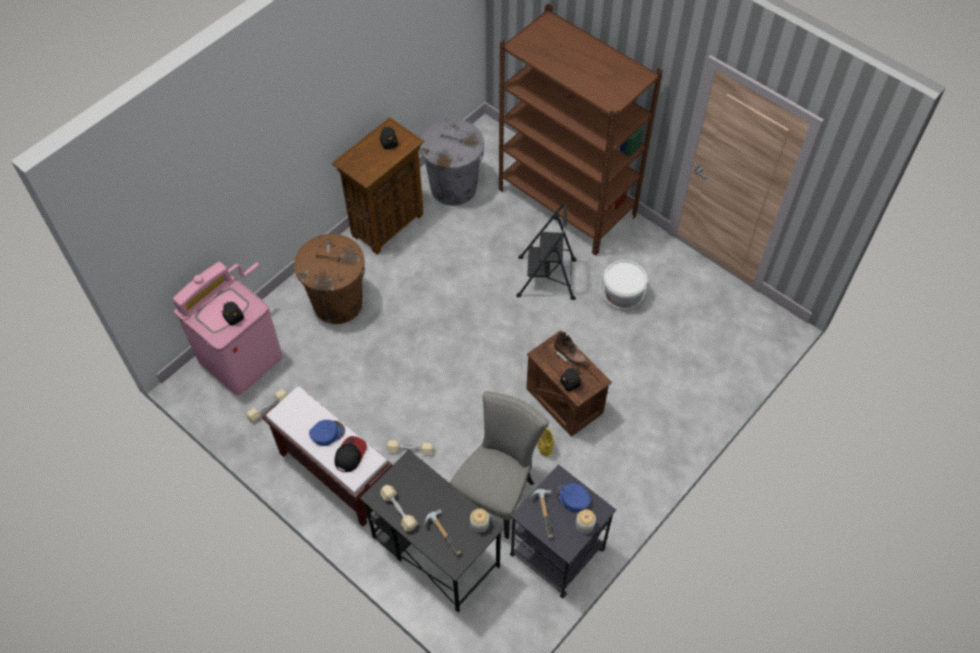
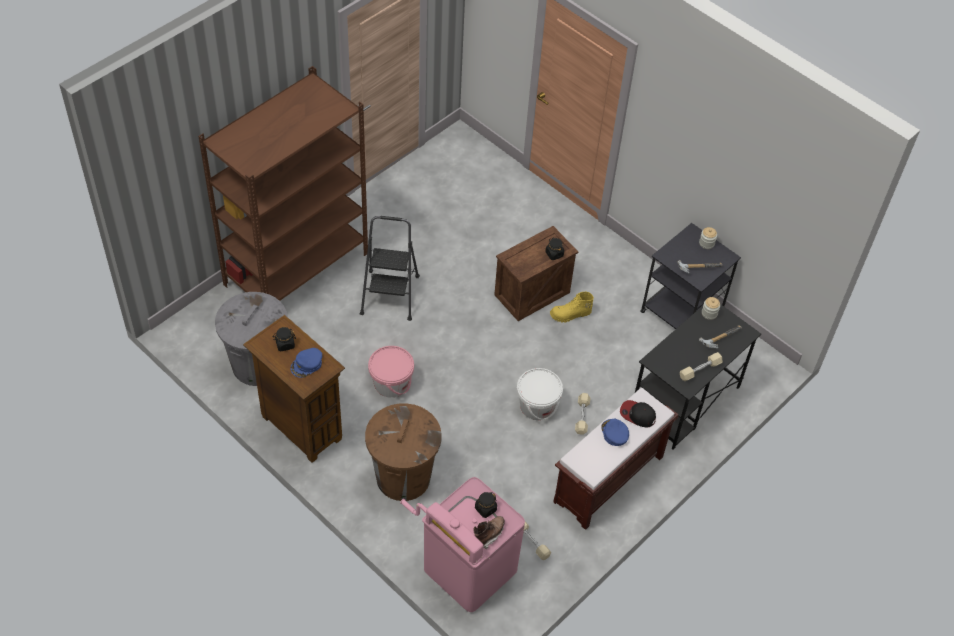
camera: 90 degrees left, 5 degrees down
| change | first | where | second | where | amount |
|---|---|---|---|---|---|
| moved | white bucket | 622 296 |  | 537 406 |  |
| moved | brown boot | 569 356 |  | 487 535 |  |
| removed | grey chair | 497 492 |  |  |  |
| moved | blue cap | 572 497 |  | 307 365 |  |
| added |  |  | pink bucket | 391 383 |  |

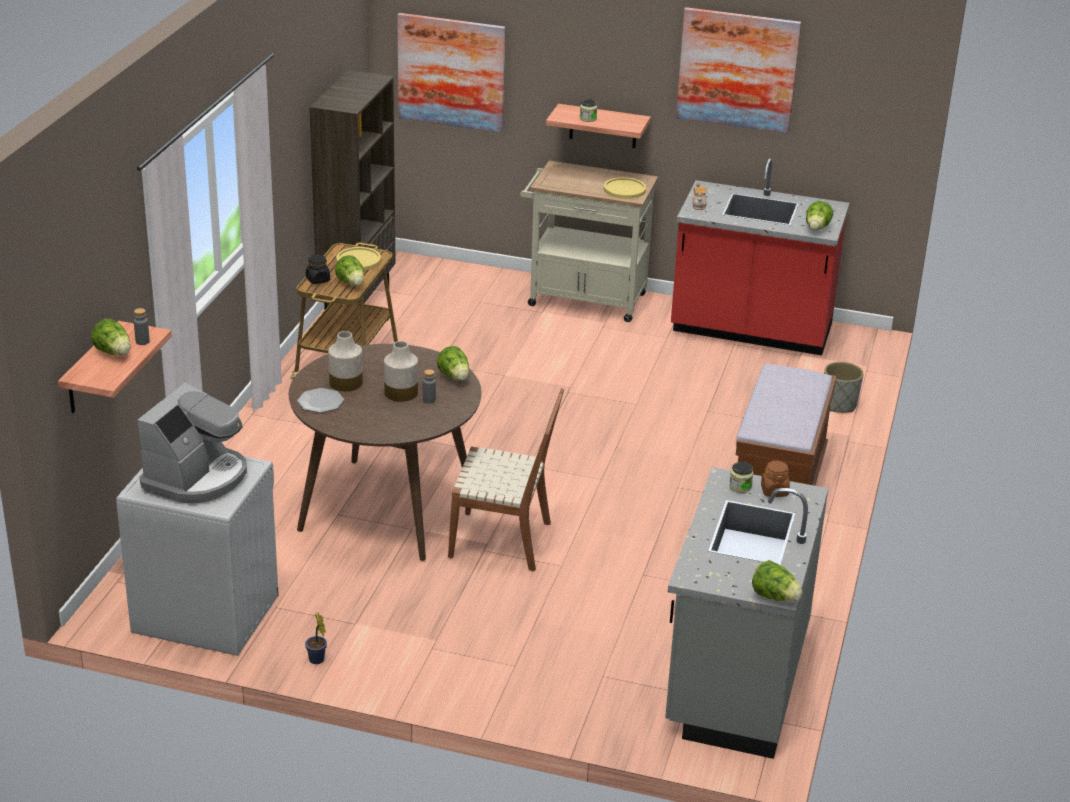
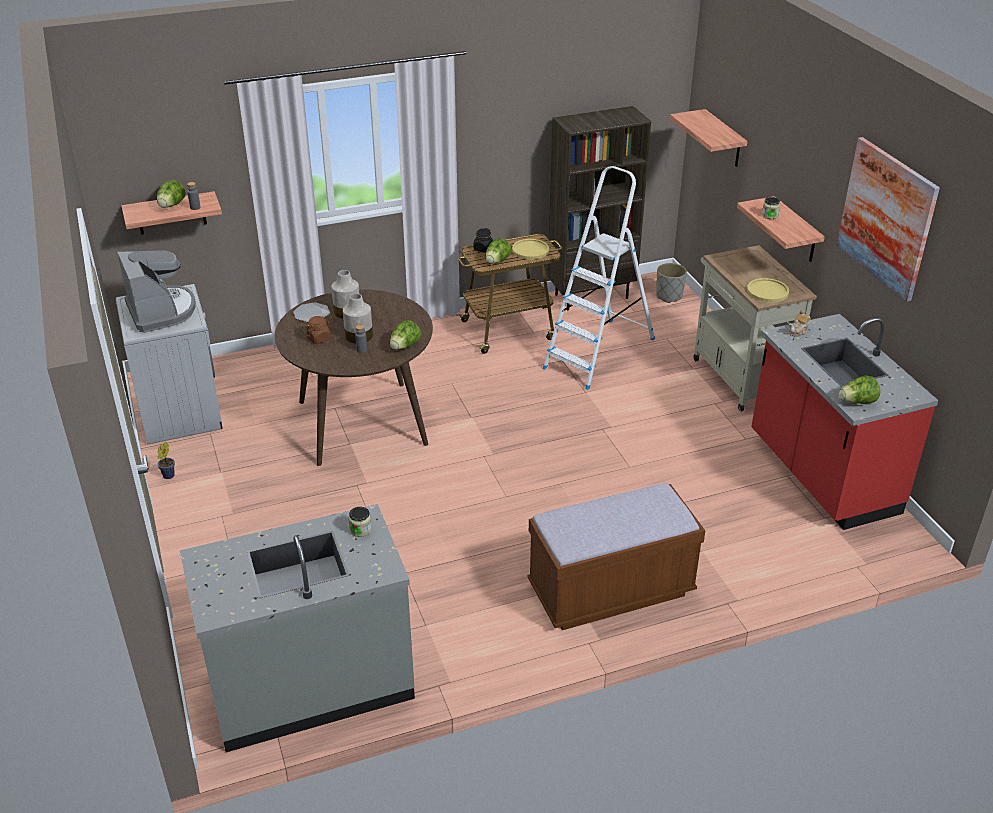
camera: 55 degrees right, 5 degrees up
| change | first | where | second | where | amount |
|---|---|---|---|---|---|
| replaced | picture | 451 72 | shelf | 724 139 |  |
| moved | grey planter | 839 405 |  | 669 296 |  |
| turned | coffee machine | 197 477 |  | 161 311 | 105 degrees counterclockwise |
| removed | chair | 505 542 |  |  |  |
| moved | brown jar | 774 491 |  | 319 339 |  |
| removed | lettuce | 775 597 |  |  |  |
| added |  |  | white step ladder | 599 353 |  |

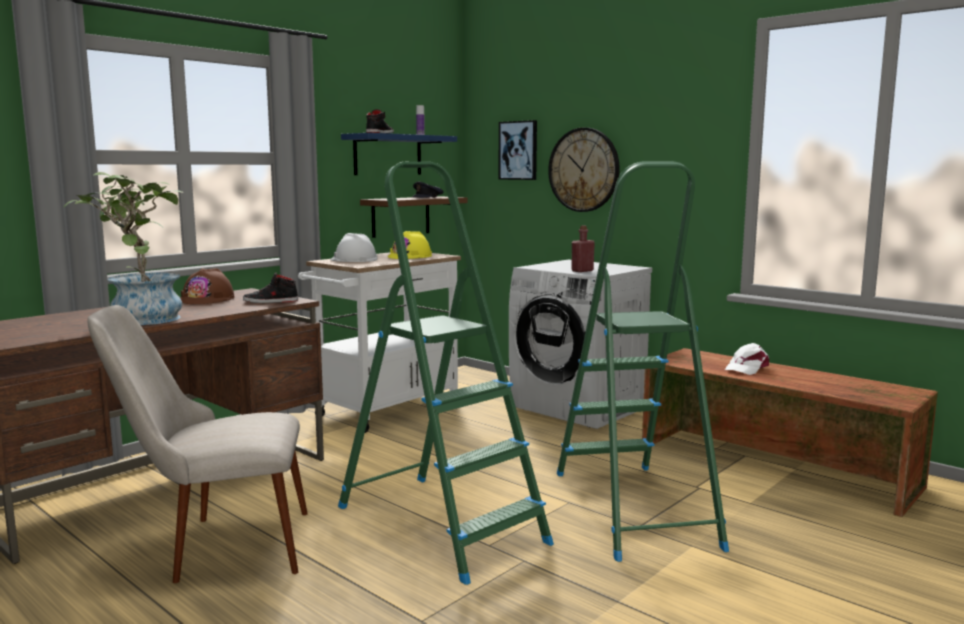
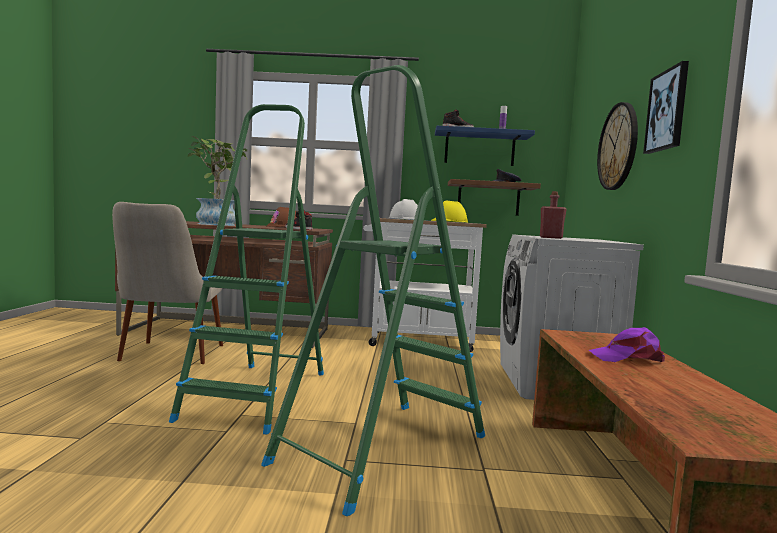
camera: 50 degrees right, 5 degrees down
| change | first | where | second | where | amount |
|---|---|---|---|---|---|
| moved | picture | 518 150 |  | 667 110 |  |
| turned | beige chair | 216 547 |  | 167 357 | 135 degrees counterclockwise |
| recoloured | white cap | 746 368 | purple cap | 627 358 |  |

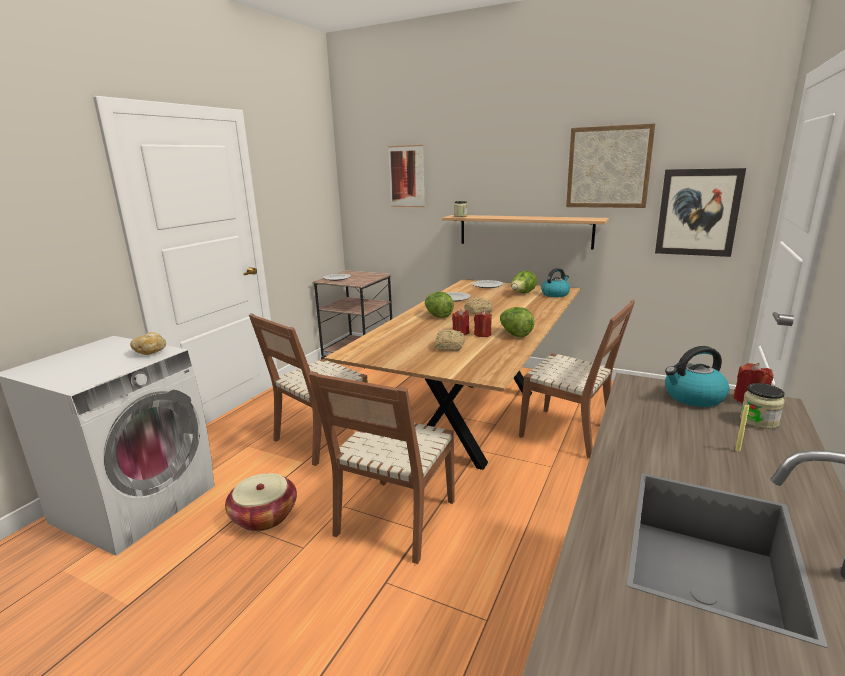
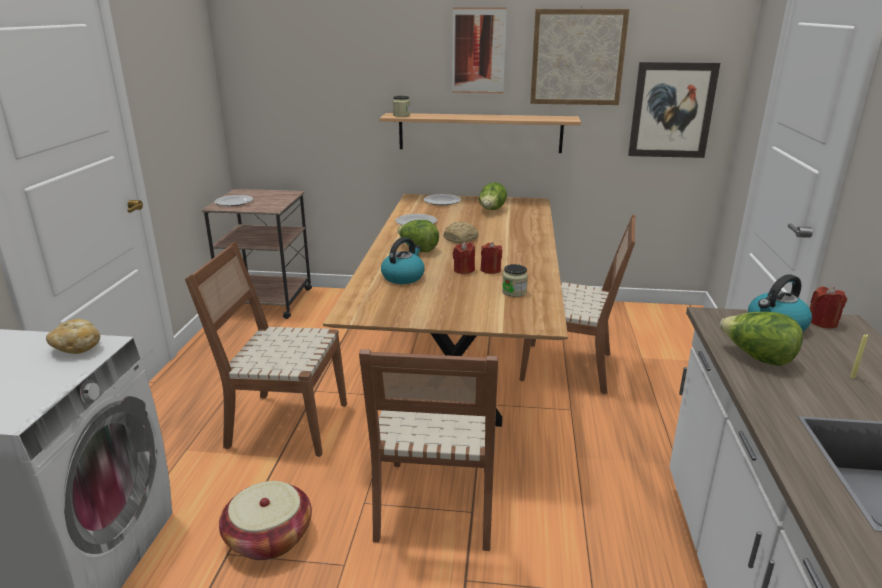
camera: 20 degrees left, 5 degrees up
| change | first | where | second | where | amount |
|---|---|---|---|---|---|
| moved | picture | 407 176 |  | 478 51 |  |
| moved | kettle | 555 294 |  | 403 277 |  |
| moved | lettuce | 515 334 |  | 756 358 |  |
| turned | chair | 319 440 |  | 283 424 | 75 degrees clockwise |
| removed | bread | 449 347 |  |  |  |
| moved | jar | 759 421 |  | 514 292 |  |

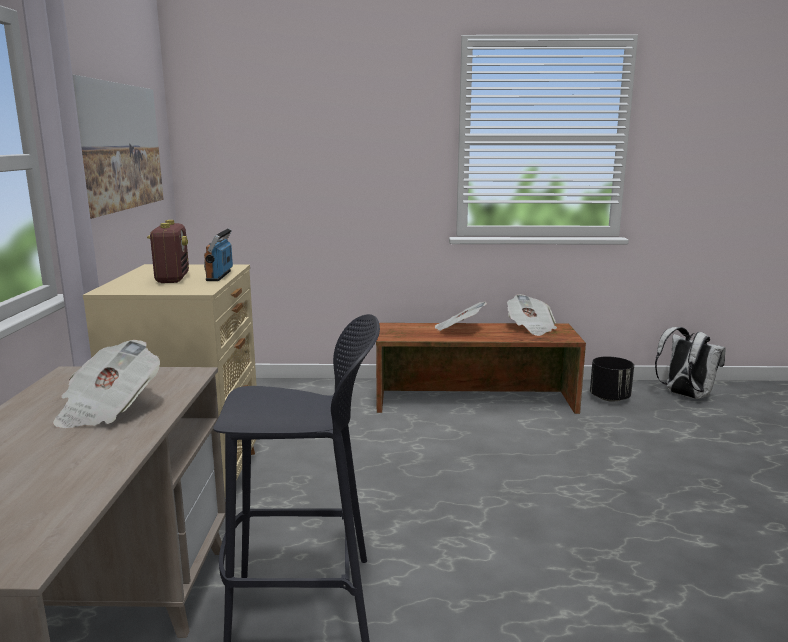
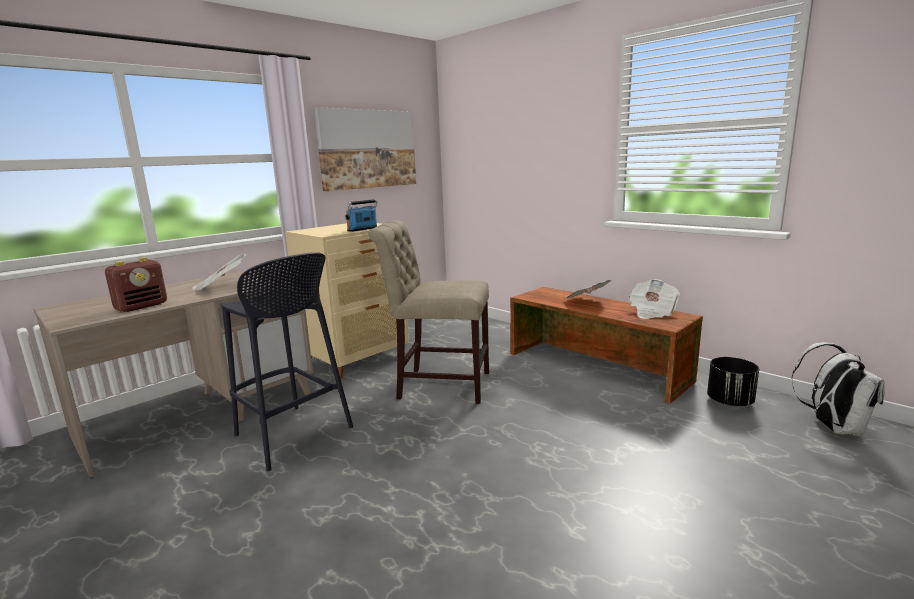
camera: 45 degrees right, 0 degrees up
| change | first | where | second | where | amount |
|---|---|---|---|---|---|
| moved | radio | 172 278 |  | 142 306 |  |
| added |  |  | beige chair | 438 384 |  |

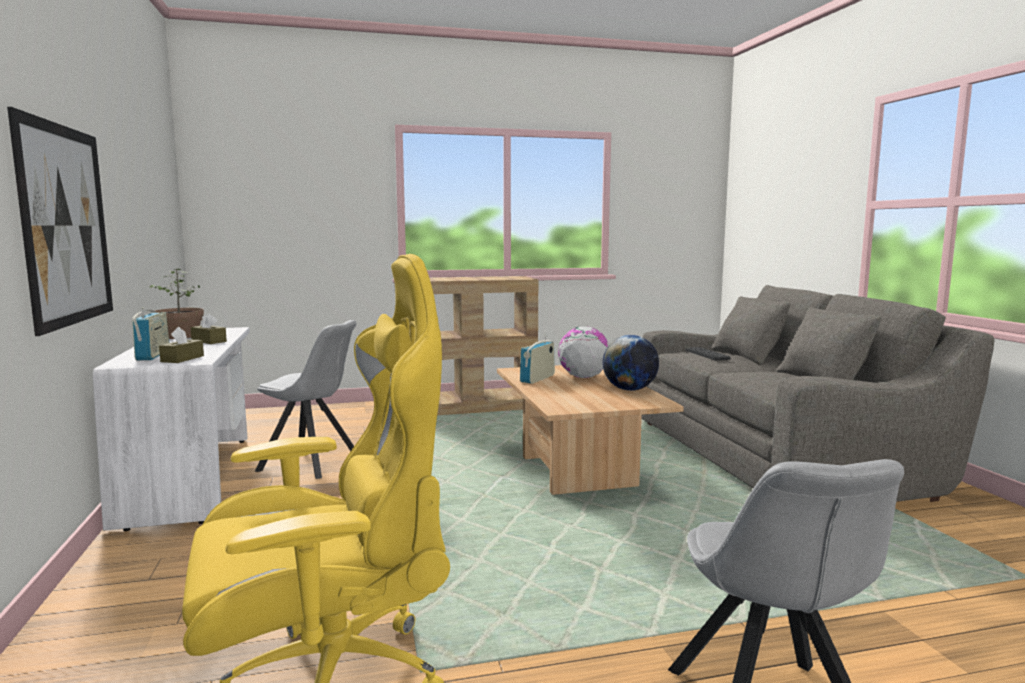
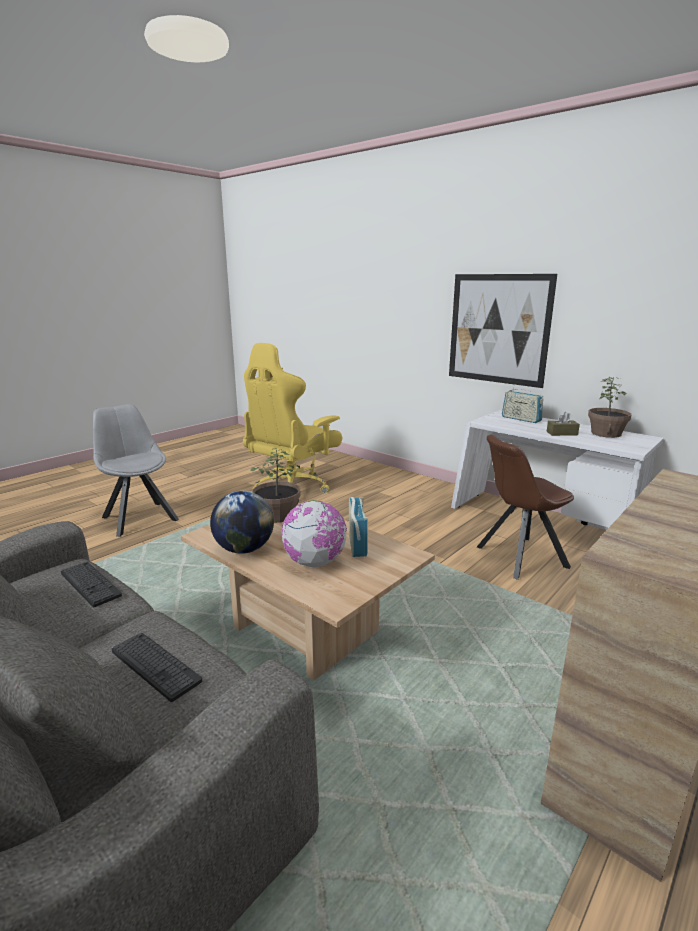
camera: 145 degrees right, 10 degrees up
| change | first | where | second | where | amount |
|---|---|---|---|---|---|
| recoloured | grey chair | 311 462 | brown chair | 519 557 |  |
| removed | brown tissue box | 182 359 |  |  |  |
| added |  |  | potted plant | 277 515 |  |
| added |  |  | keyboard | 90 584 |  |

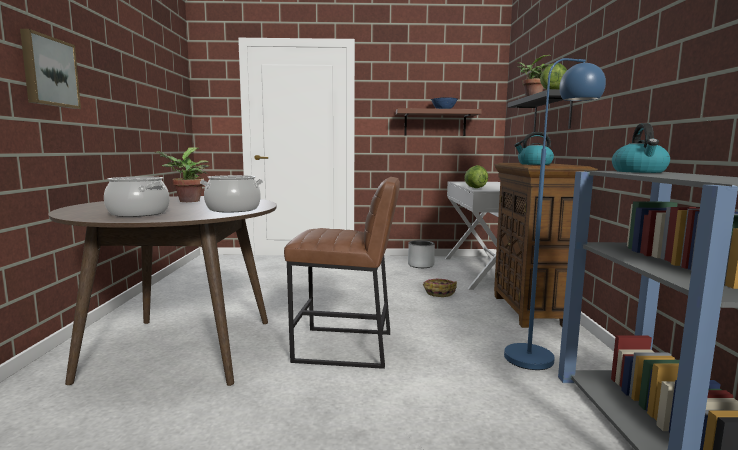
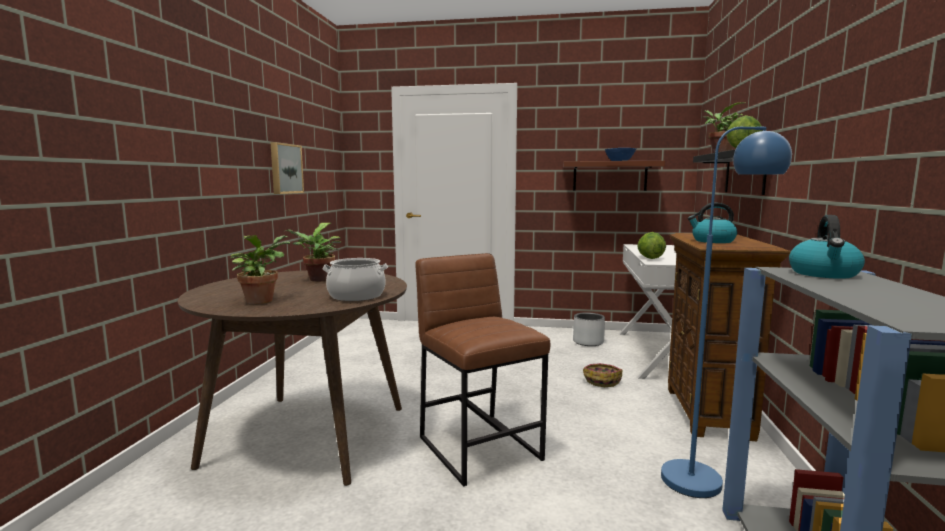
camera: 10 degrees right, 0 degrees up
| change | first | where | second | where | amount |
|---|---|---|---|---|---|
| moved | picture | 48 72 |  | 285 168 |  |
| replaced | cooking pot | 139 213 | potted plant | 261 300 |  |
| turned | brown chair | 346 347 |  | 478 447 | 135 degrees counterclockwise |

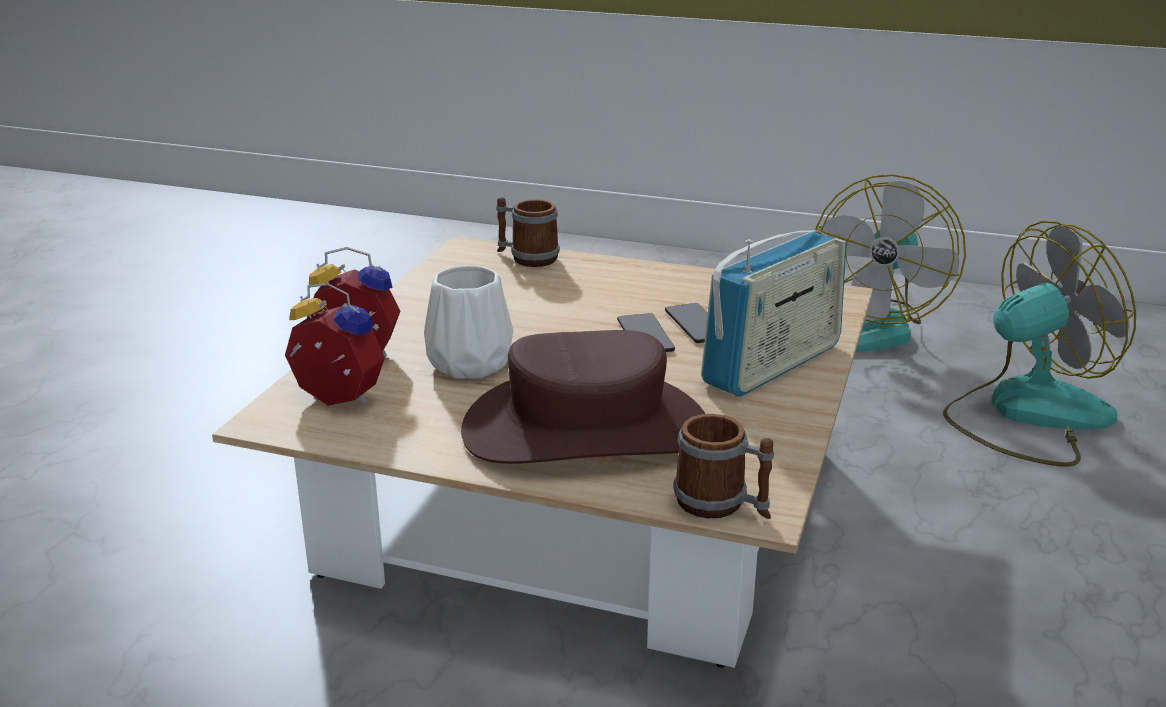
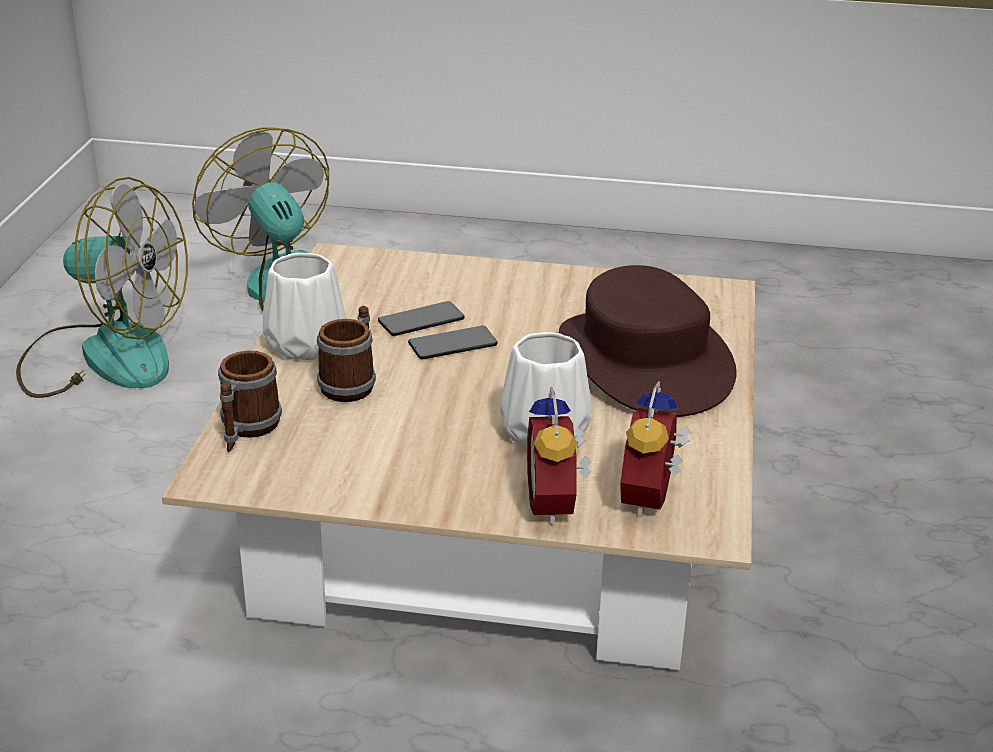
camera: 100 degrees left, 5 degrees up
| change | first | where | second | where | amount |
|---|---|---|---|---|---|
| removed | radio | 772 364 |  |  |  |
| moved | mug | 722 505 |  | 352 383 |  |
| added |  |  | white vase | 303 345 |  |

